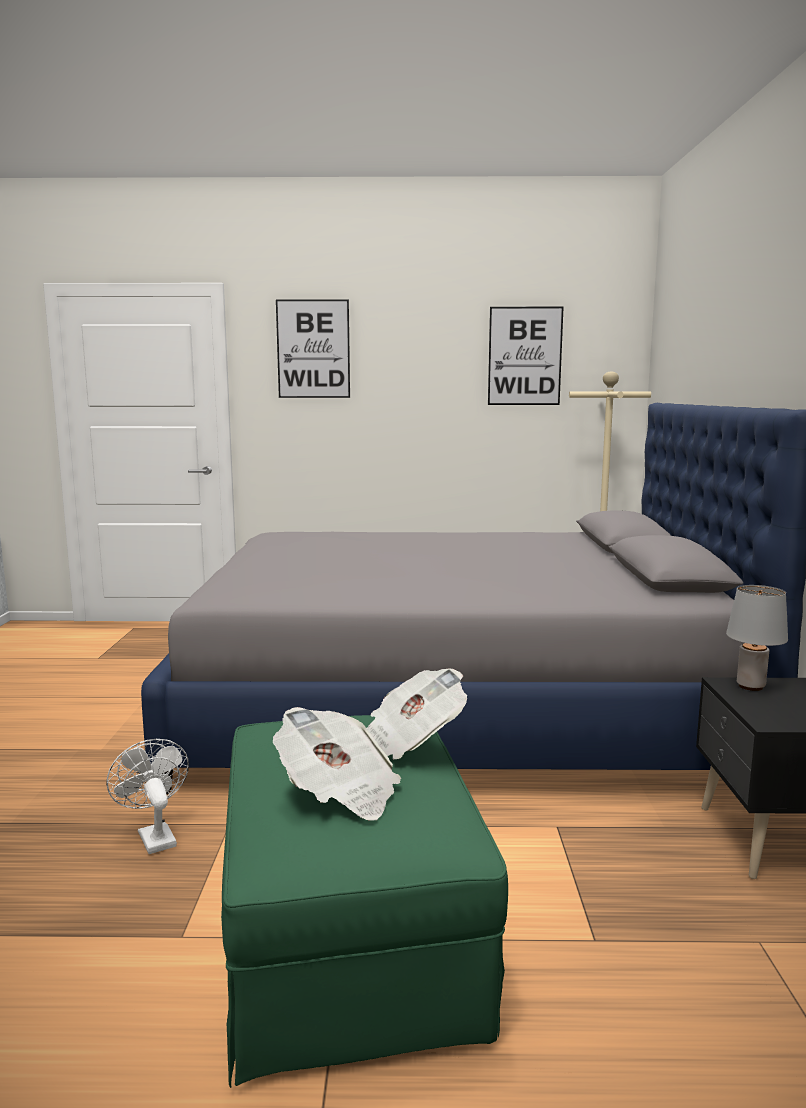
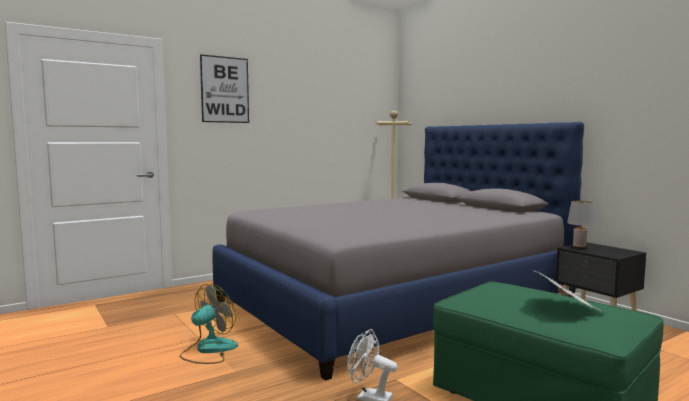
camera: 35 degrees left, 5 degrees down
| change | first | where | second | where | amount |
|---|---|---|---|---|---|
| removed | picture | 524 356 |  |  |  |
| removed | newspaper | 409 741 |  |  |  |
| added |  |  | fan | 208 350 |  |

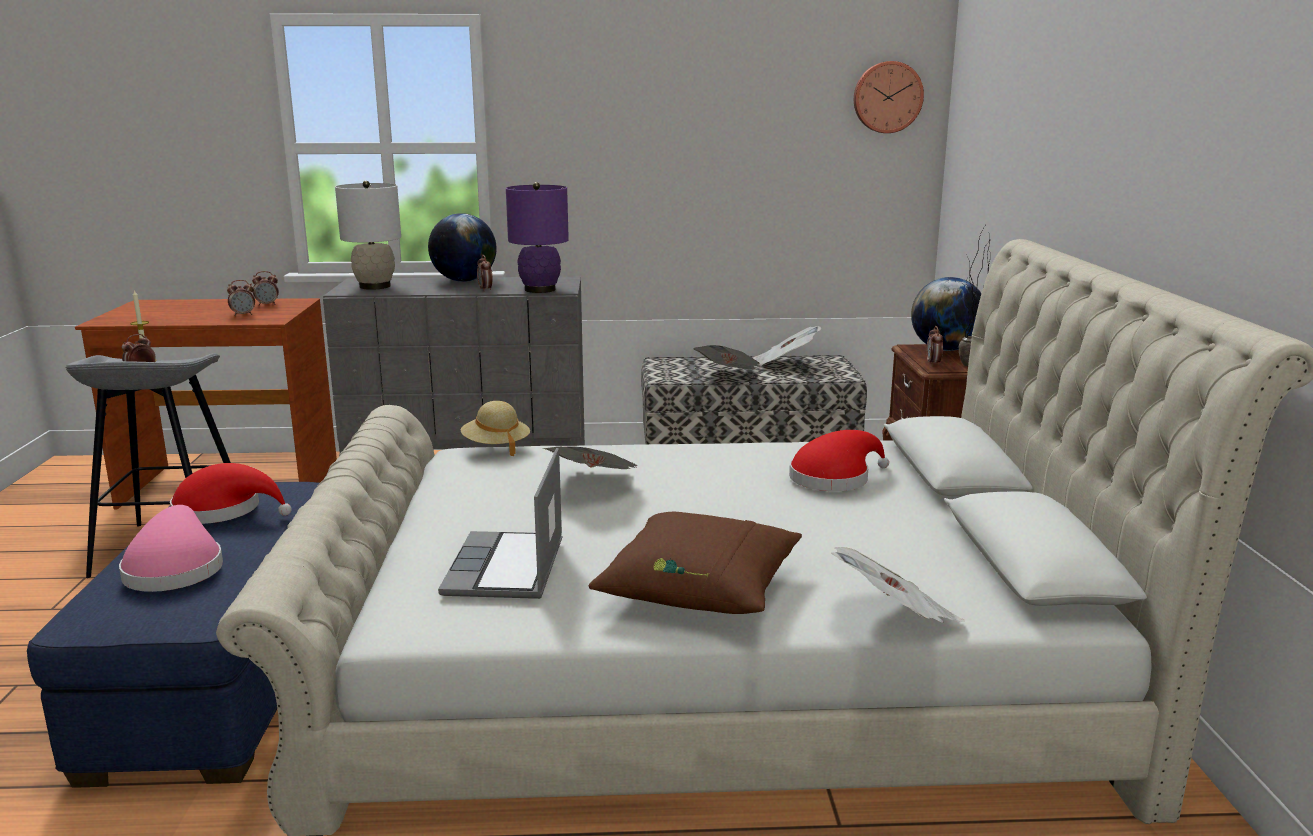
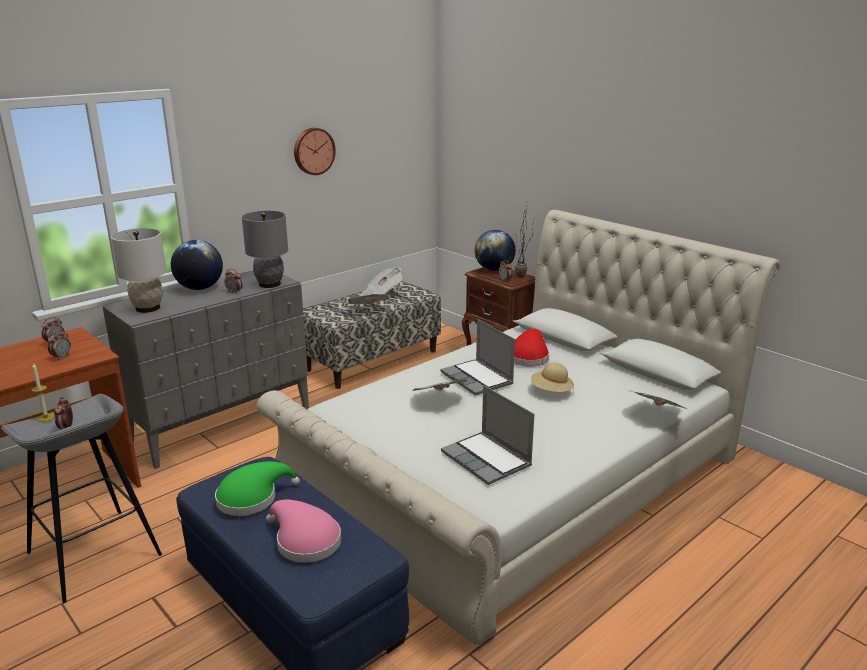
camera: 40 degrees left, 5 degrees up
| change | first | where | second | where | amount |
|---|---|---|---|---|---|
| moved | wall clock | 887 97 |  | 313 151 |  |
| recoloured | purple table lamp | 539 290 | grey table lamp | 269 284 |  |
| moved | beige hat | 496 446 |  | 551 391 |  |
| recoloured | red hat | 224 511 | green hat | 251 498 |  |
| removed | brown pillow | 699 590 |  |  |  |
| added |  |  | laptop | 478 378 |  |

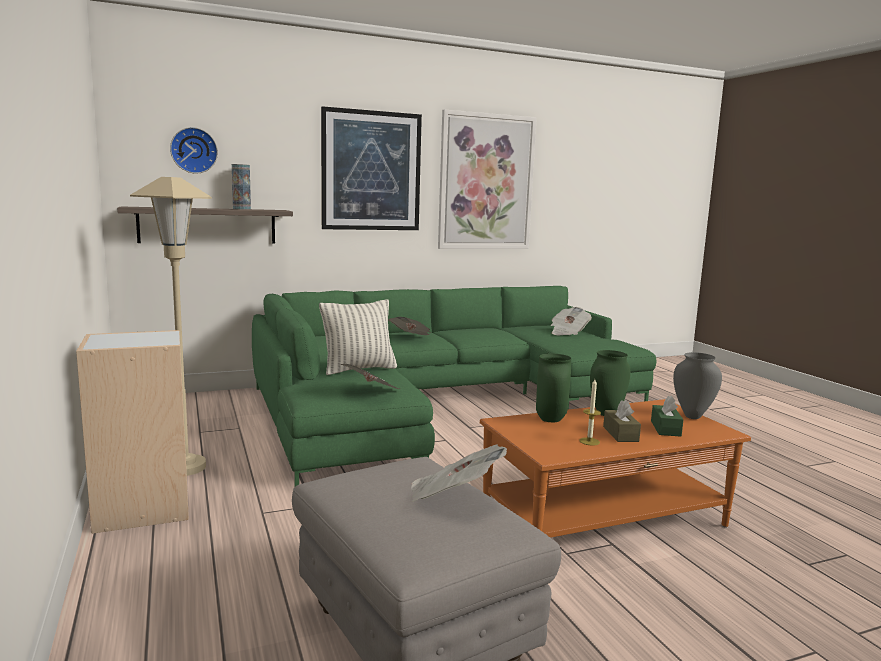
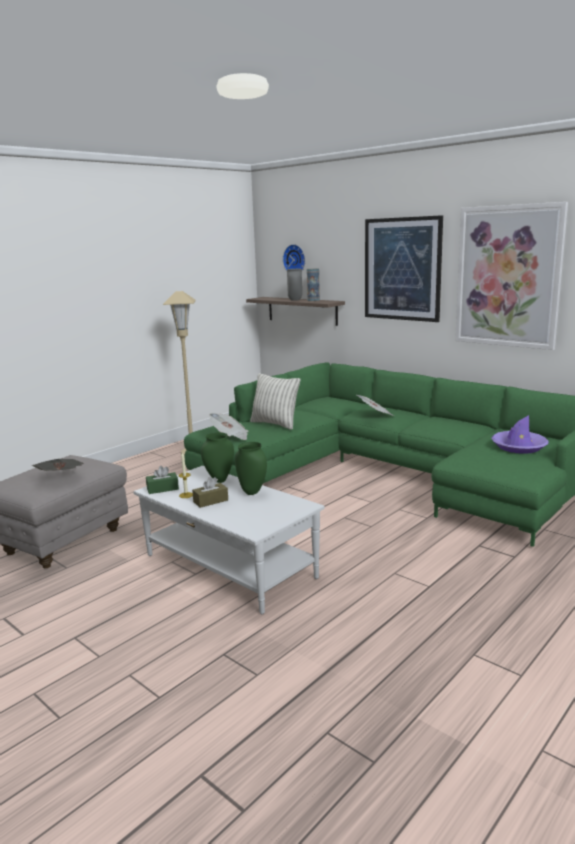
camera: 65 degrees right, 5 degrees up
| change | first | where | second | where | amount |
|---|---|---|---|---|---|
| replaced | newspaper | 568 332 | purple hat | 518 447 |  |
| removed | bookcase | 141 509 |  |  |  |
| moved | grey vase | 692 416 |  | 294 300 |  |
| moved | green tissue box | 665 428 |  | 162 489 |  |
| recoloured | orange coffee table | 605 520 | white coffee table | 230 566 |  |

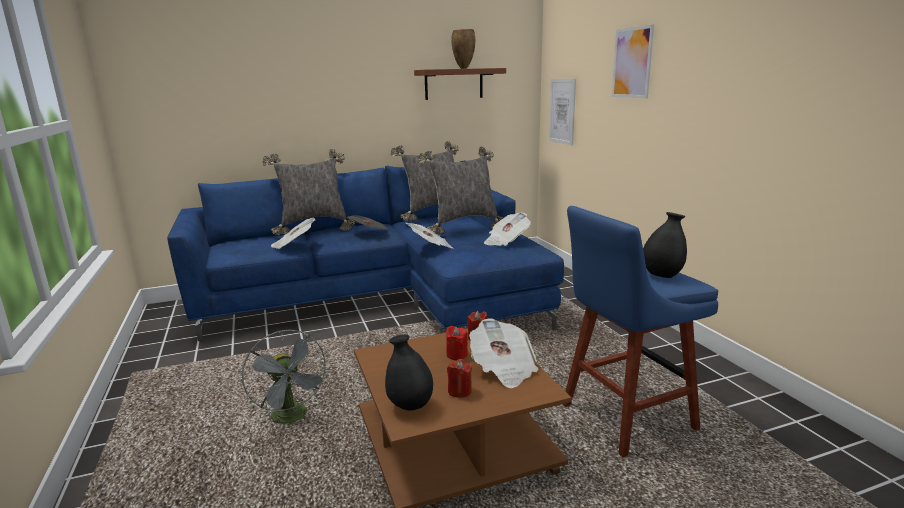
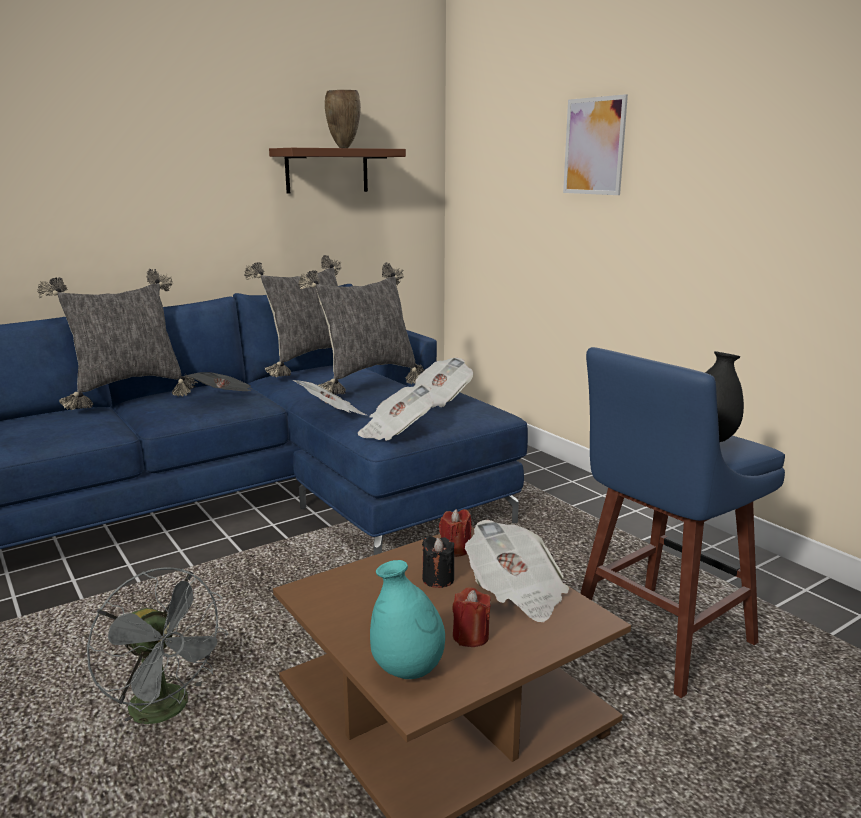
camera: 15 degrees left, 0 degrees up
| change | first | where | second | where | amount |
|---|---|---|---|---|---|
| removed | picture | 562 111 |  |  |  |
| moved | newspaper | 293 245 |  | 395 432 |  |
| recoloured | red candle | 457 355 | black candle | 438 579 |  |
| recoloured | black vase | 410 405 | turquoise vase | 407 670 |  |

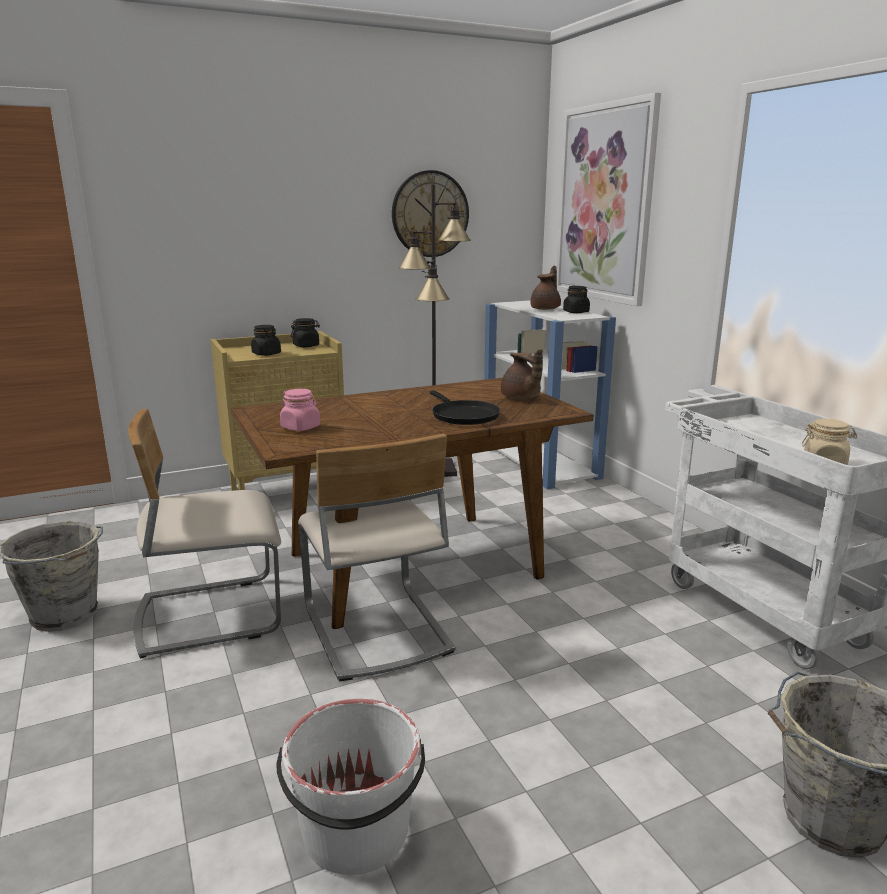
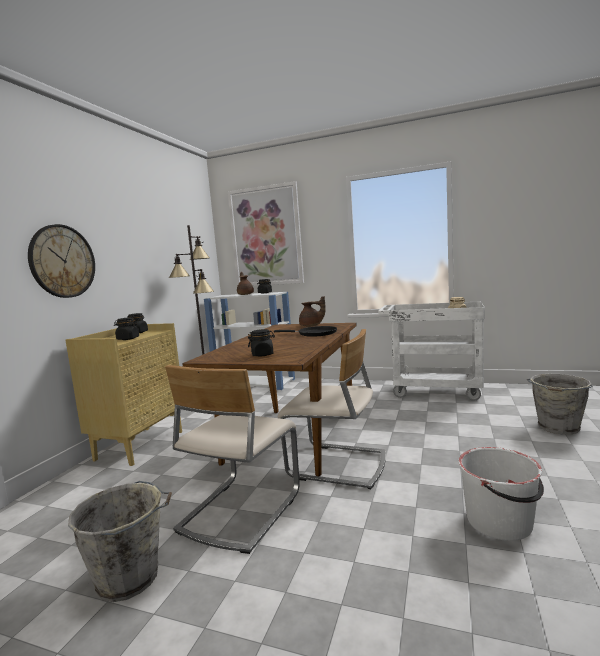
camera: 45 degrees left, 10 degrees down
| change | first | where | second | where | amount |
|---|---|---|---|---|---|
| moved | wall clock | 430 214 |  | 62 261 |  |
| recoloured | pink jar | 301 427 | black jar | 262 354 |  |

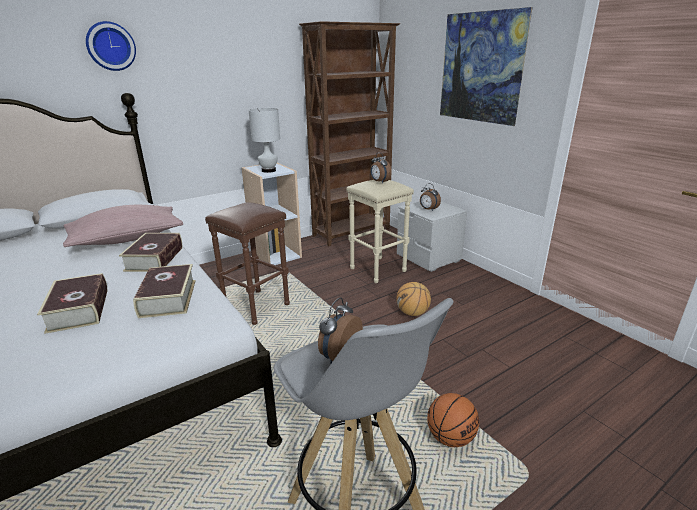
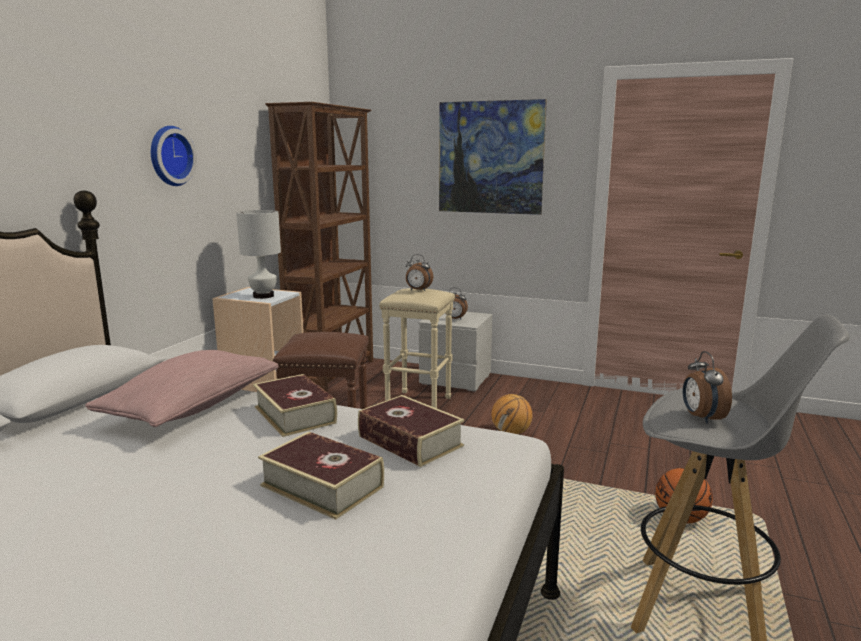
camera: 35 degrees left, 10 degrees down
| change | first | where | second | where | amount |
|---|---|---|---|---|---|
| moved | wall clock | 110 46 |  | 169 156 |  |

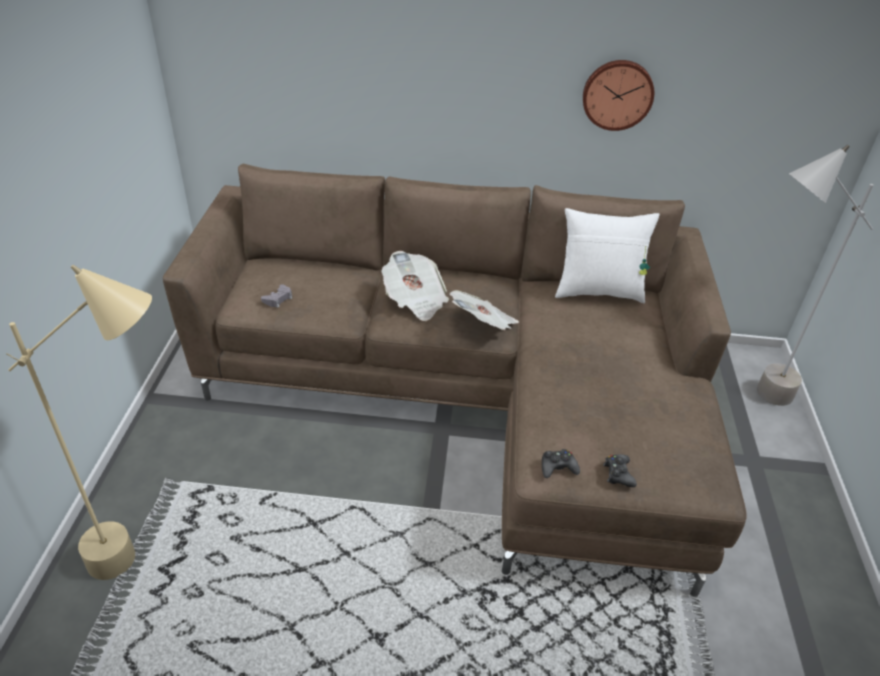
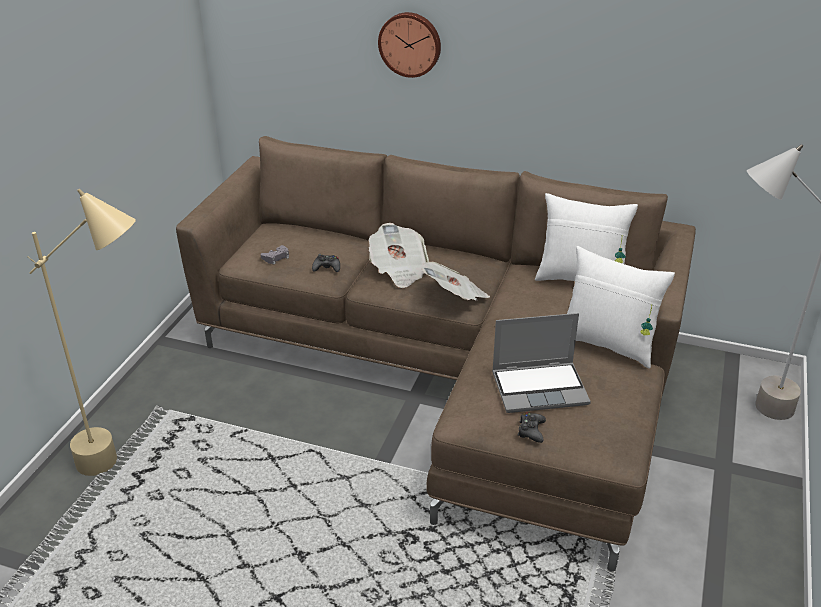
camera: 15 degrees right, 5 degrees down
| change | first | where | second | where | amount |
|---|---|---|---|---|---|
| moved | wall clock | 617 94 |  | 410 44 |  |
| moved | black game controller | 558 467 |  | 327 267 |  |
| added |  |  | white pillow | 607 345 |  |
| added |  |  | laptop | 540 388 |  |

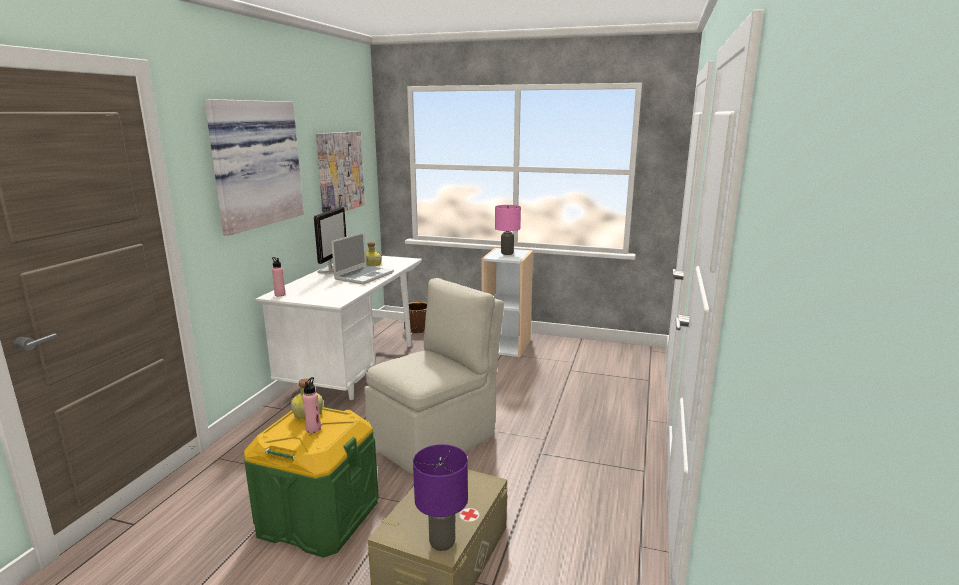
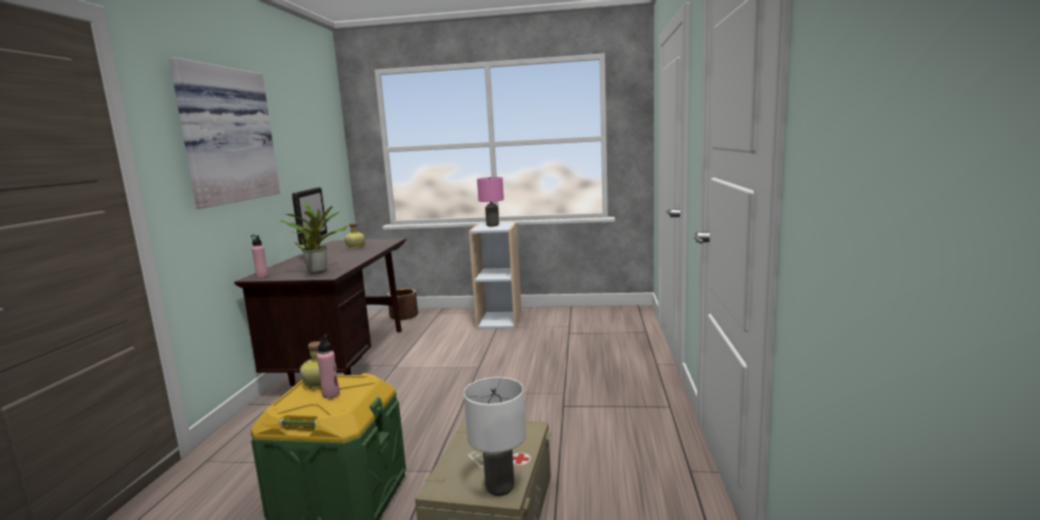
camera: 10 degrees left, 5 degrees down
| change | first | where | second | where | amount |
|---|---|---|---|---|---|
| removed | picture | 340 172 |  |  |  |
| removed | laptop | 364 276 |  |  |  |
| recoloured | white desk | 355 371 | brown desk | 346 360 |  |
| removed | beige chair | 435 439 |  |  |  |
| recoloured | purple table lamp | 442 544 | white table lamp | 500 489 |  |
| added |  |  | potted plant | 318 271 |  |

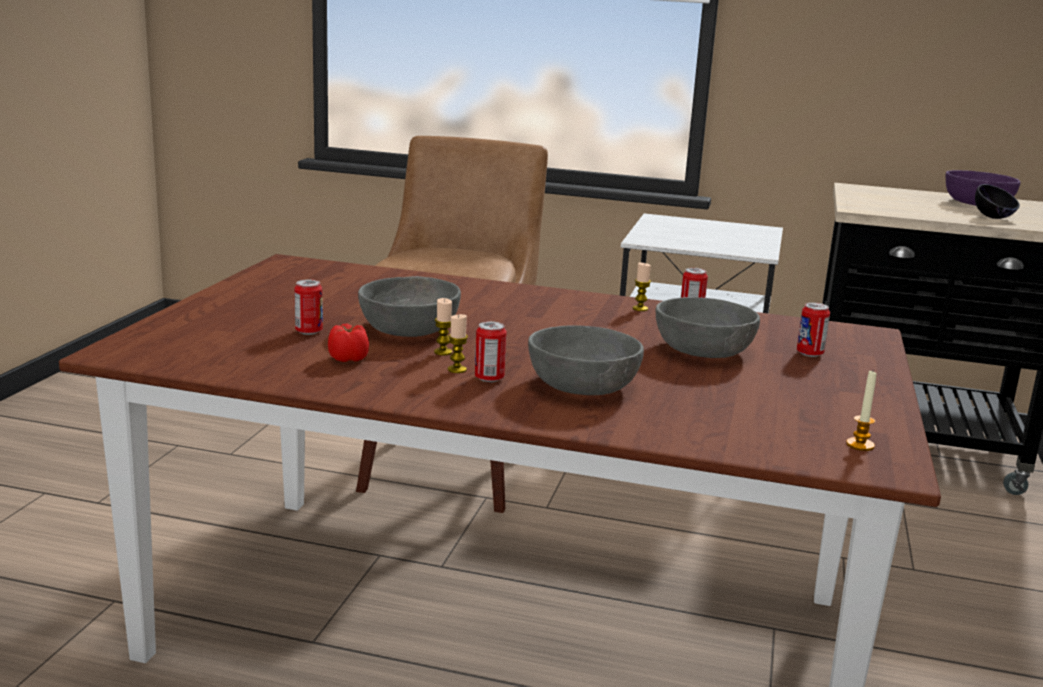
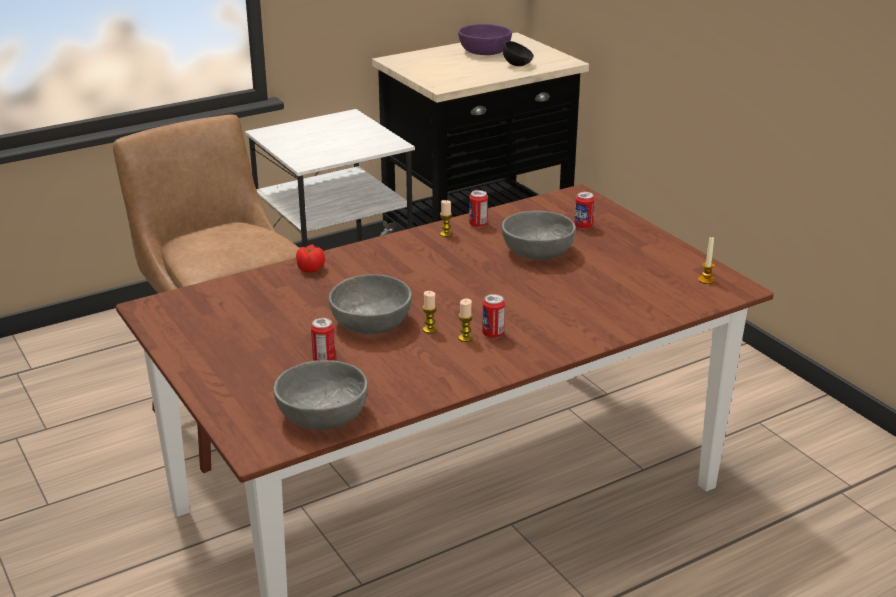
camera: 45 degrees left, 10 degrees up
| change | first | where | second | where | amount |
|---|---|---|---|---|---|
| moved | tomato | 348 358 |  | 310 269 |  |
| moved | grey bowl | 582 385 |  | 322 415 |  |

